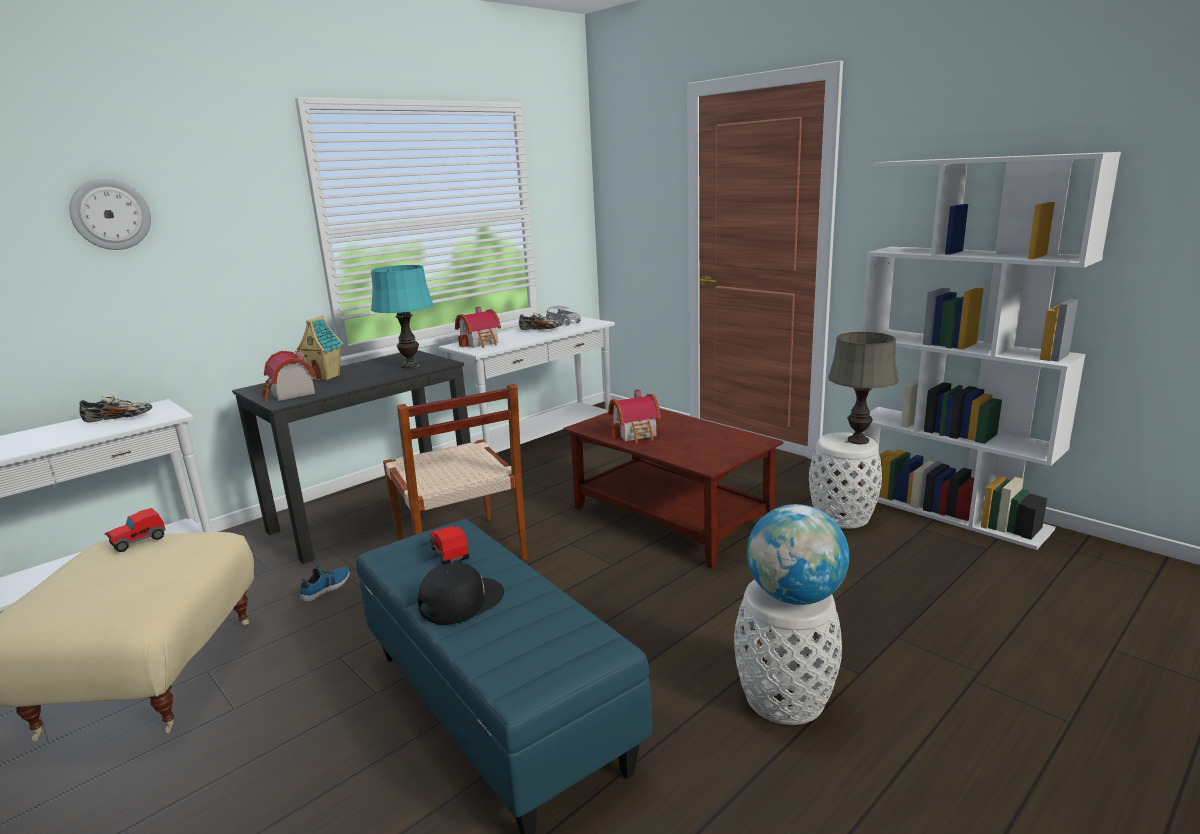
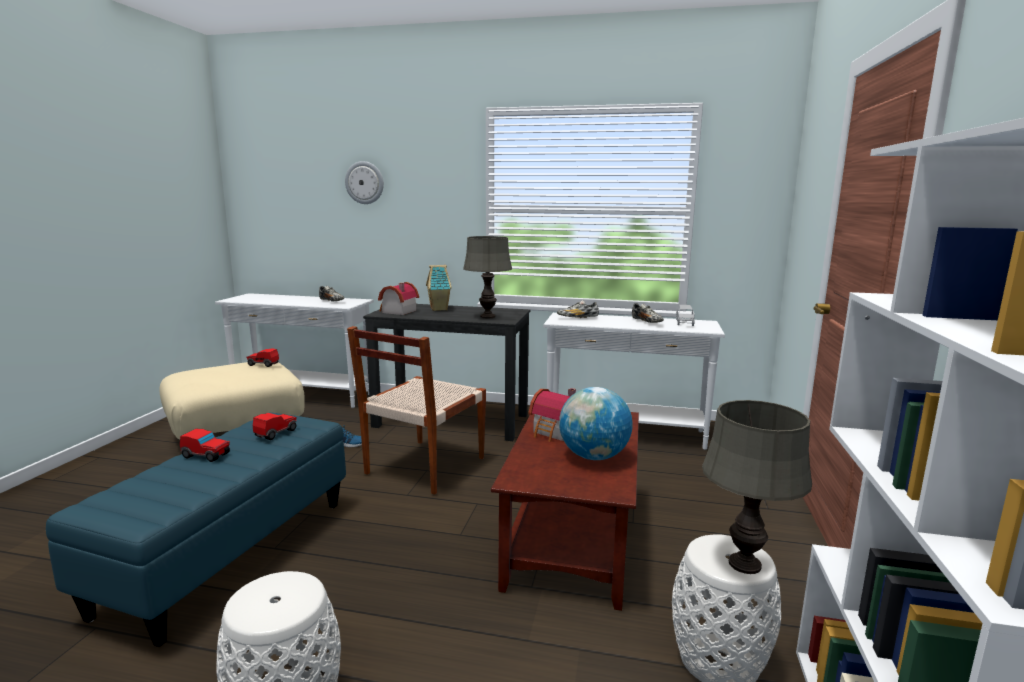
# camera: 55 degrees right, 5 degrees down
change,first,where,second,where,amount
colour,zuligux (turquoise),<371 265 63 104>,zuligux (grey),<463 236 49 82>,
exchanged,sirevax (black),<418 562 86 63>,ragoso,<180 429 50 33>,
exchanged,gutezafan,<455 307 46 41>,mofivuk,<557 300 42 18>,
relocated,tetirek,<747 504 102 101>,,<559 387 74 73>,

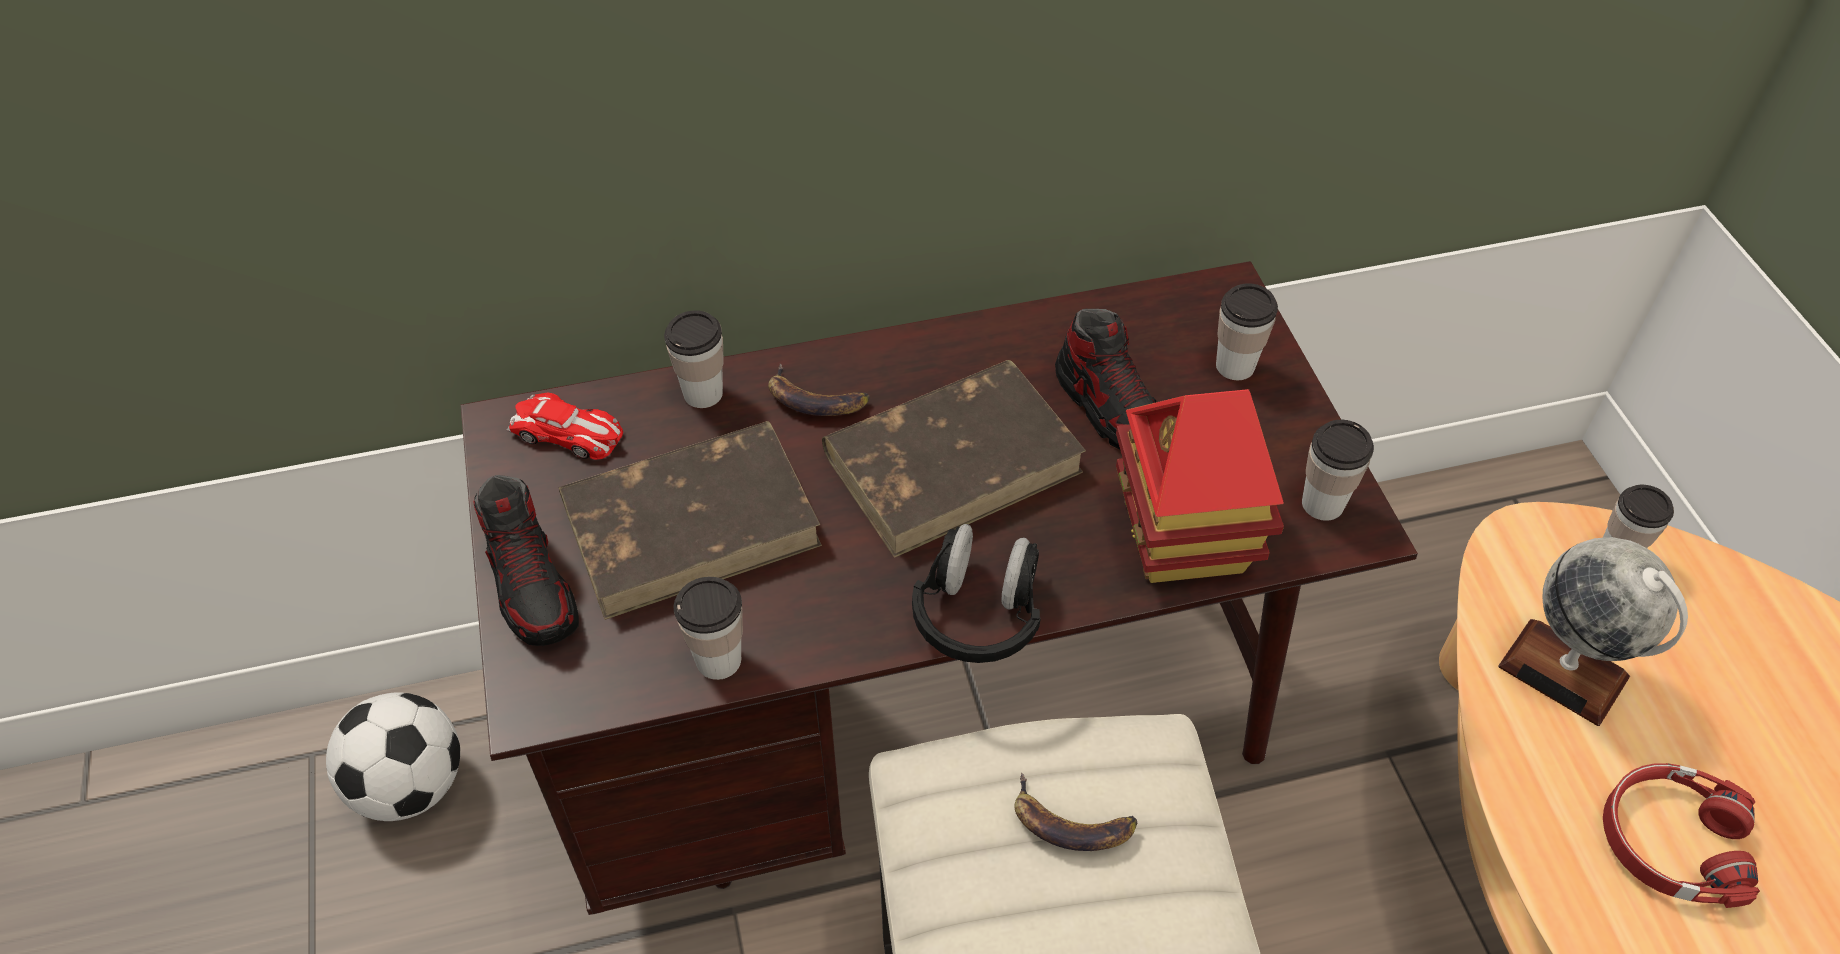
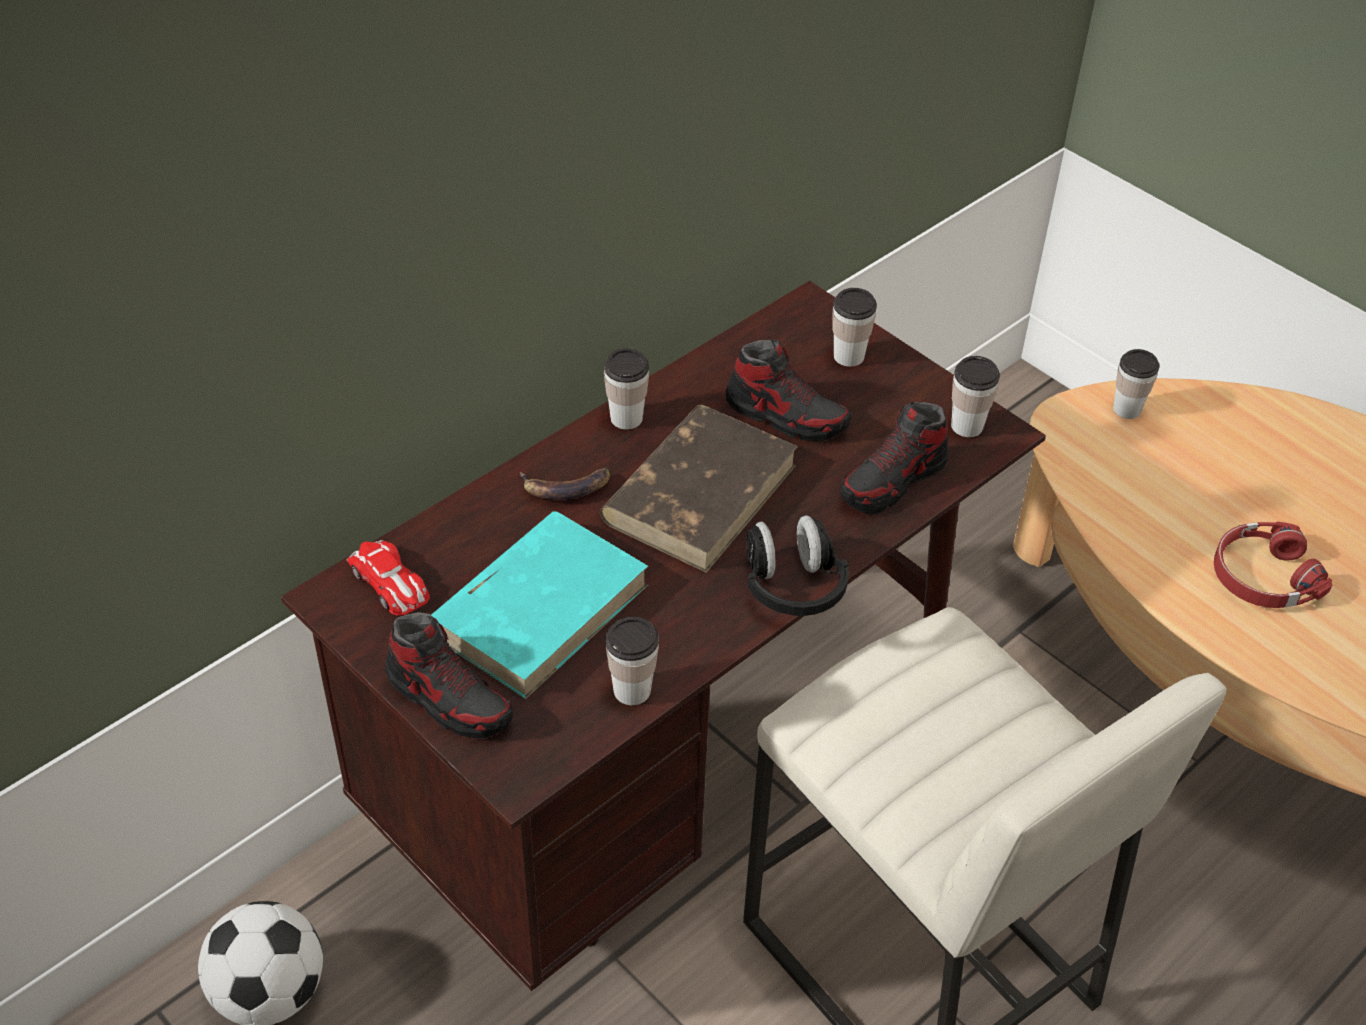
# camera: 30 degrees left, 5 degrees down
change,first,where,second,where,amount
spun,ragoso,<507 393 116 67>,,<346 540 83 76>,60 degrees clockwise
colour,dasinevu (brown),<559 421 263 199>,dasinevu (turquoise),<431 512 218 187>,
relocated,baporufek,<664 310 60 98>,,<604 348 45 81>,
missing,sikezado,<1014 772 123 79>,,,
exchanged,gutezafan,<1116 389 168 194>,mofivuk,<840 402 109 113>,
missing,tetirek,<1498 537 190 189>,,,

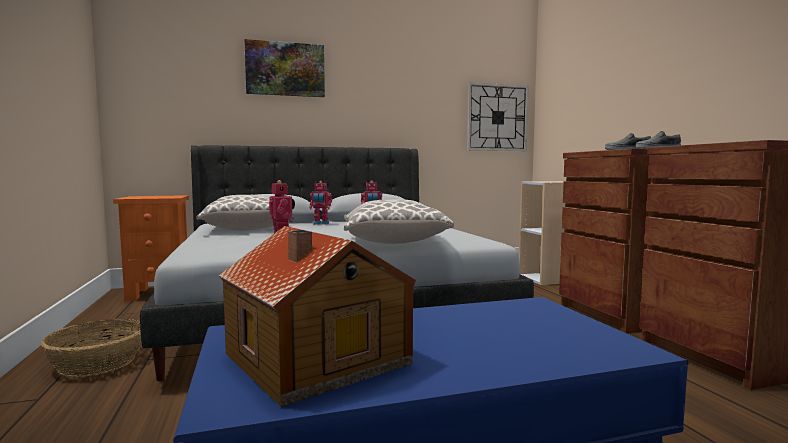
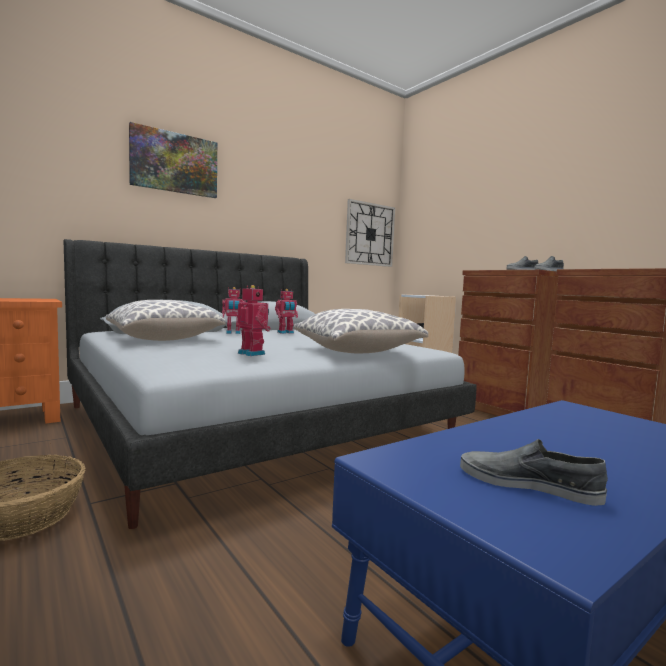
# camera: 20 degrees left, 0 degrees up
change,first,where,second,where,amount
exchanged,gutezafan,<218 226 198 181>,mofivuk (grey),<460 439 148 67>,

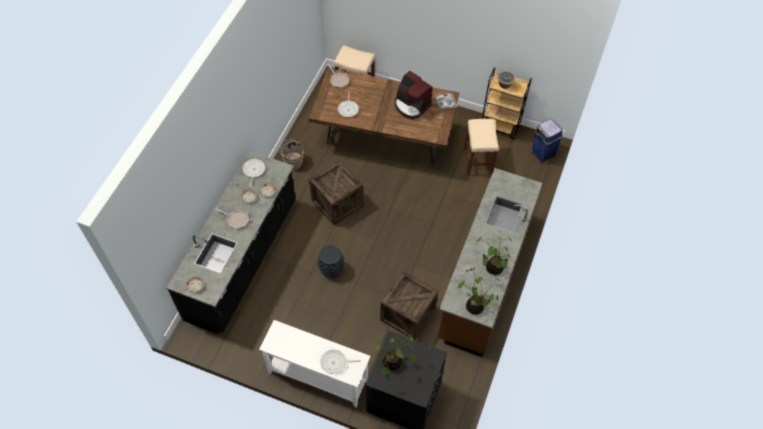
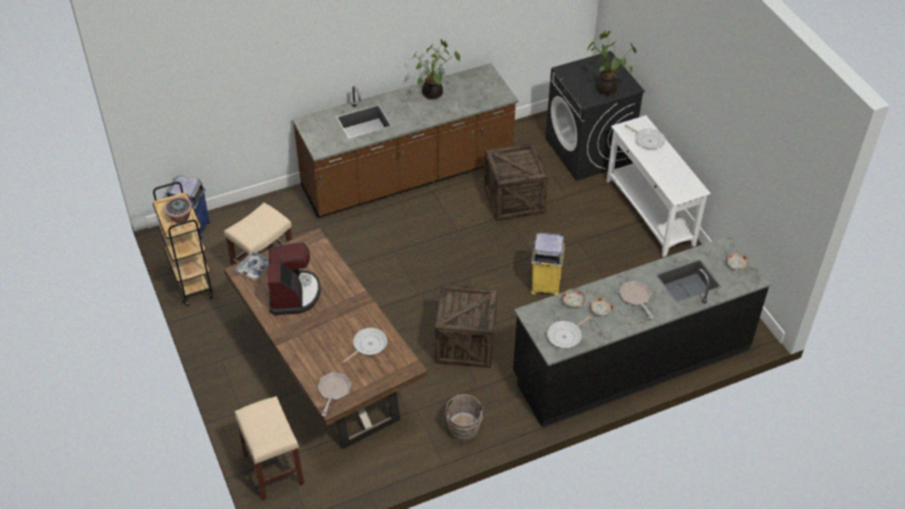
# camera: 135 degrees left, 10 degrees down
change,first,where,second,where,amount
exchanged,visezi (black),<318 246 26 32>,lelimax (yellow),<531 232 34 63>,
missing,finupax,<458 267 41 48>,,,

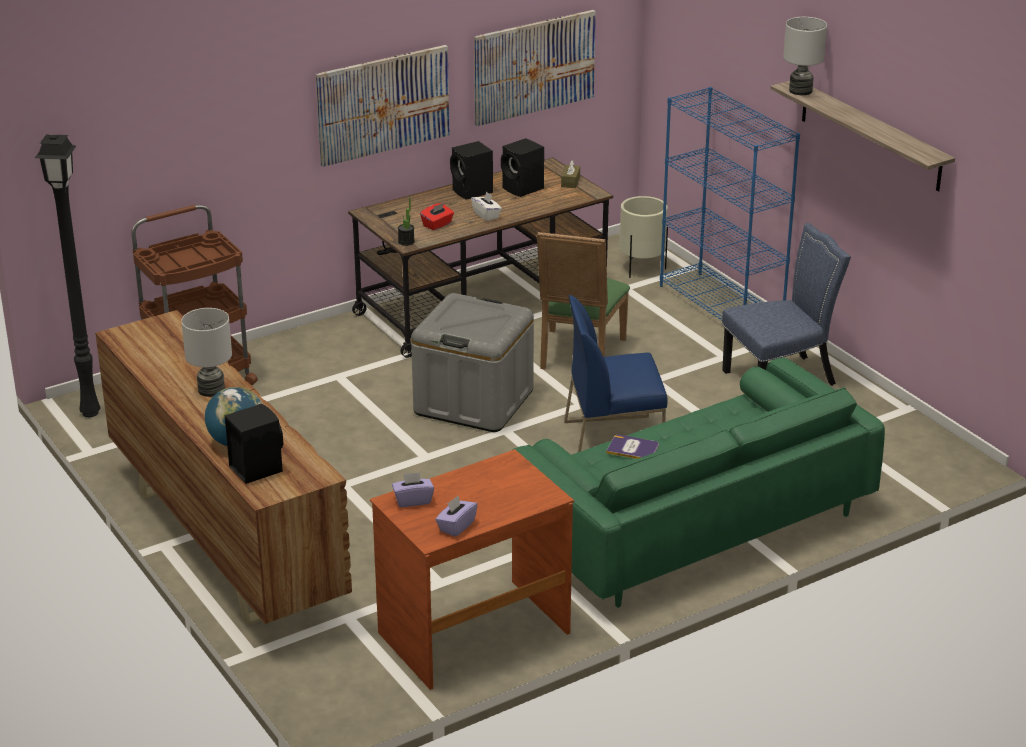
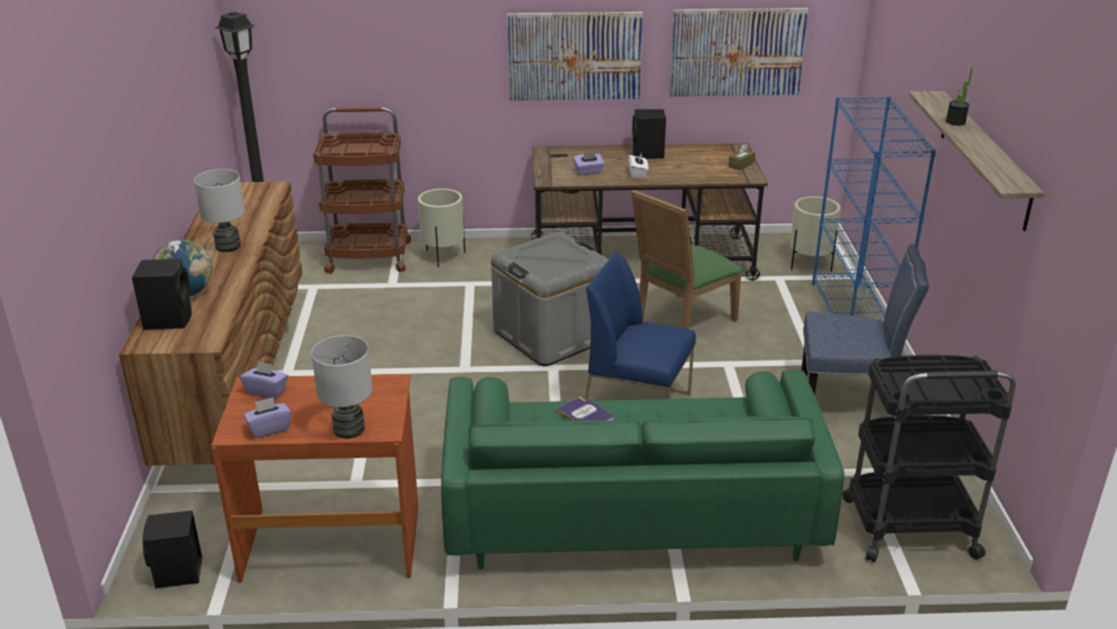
# camera: 30 degrees right, 0 degrees up
change,first,where,second,where,amount
relocated,finupax,<398 197 17 49>,,<946 67 27 59>,
colour,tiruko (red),<420 203 34 27>,tiruko (purple),<573 153 32 22>,
relocated,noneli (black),<501 138 43 59>,,<143 510 59 79>,
relocated,zuligux (grey),<783 17 44 78>,,<311 335 62 104>,
appeared,,,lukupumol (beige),<418 189 47 78>,
appeared,,,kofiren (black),<842 355 174 207>,

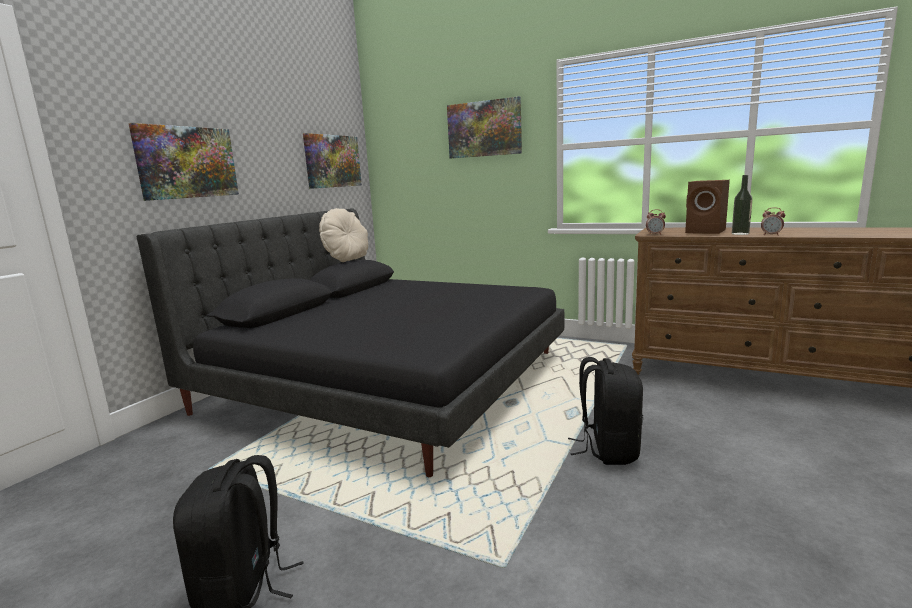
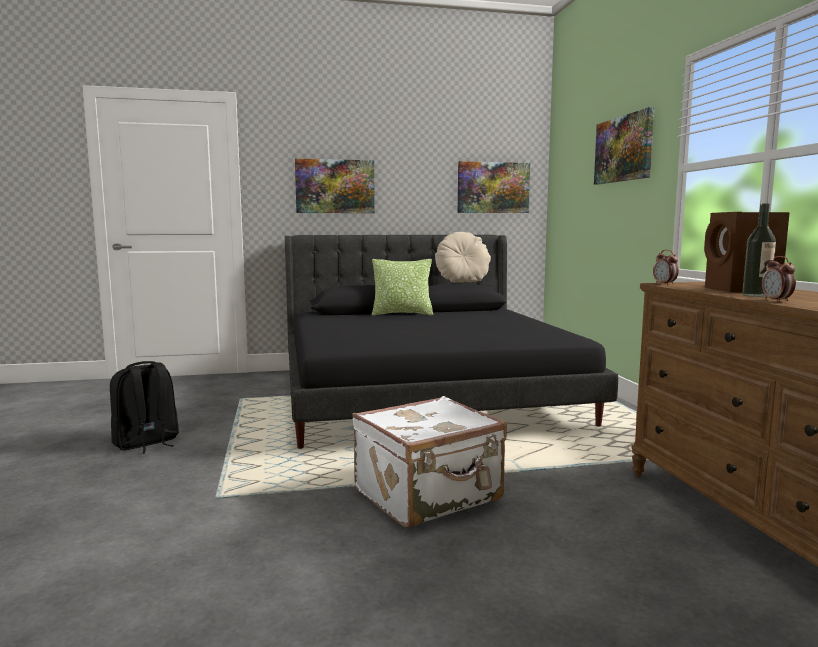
# camera: 50 degrees right, 5 degrees down
change,first,where,second,where,amount
exchanged,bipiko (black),<568 357 75 108>,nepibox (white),<352 396 155 132>,
appeared,,,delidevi,<372 259 61 56>,

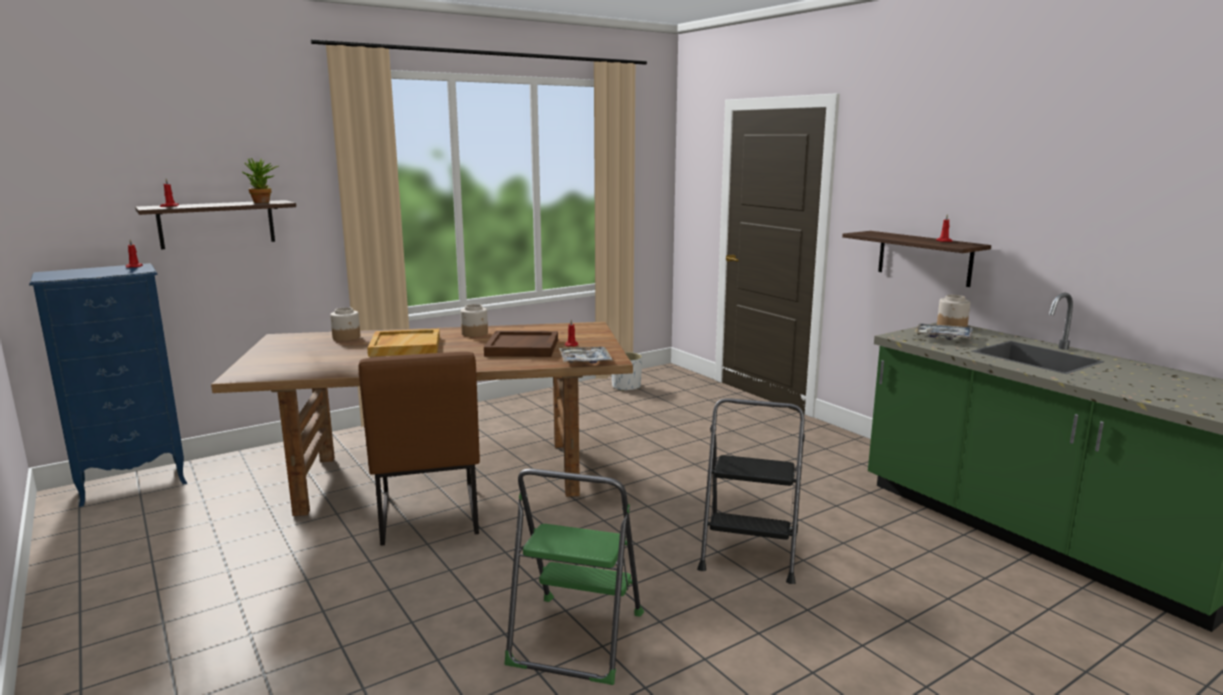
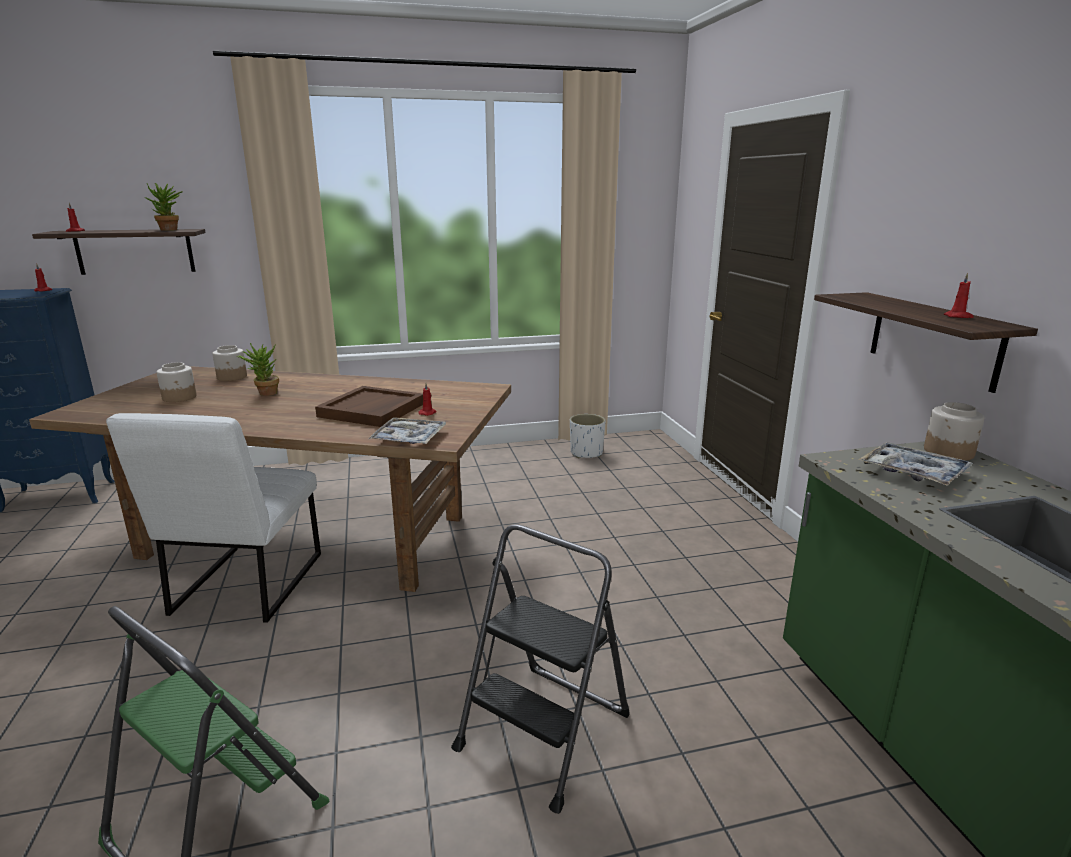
# camera: 20 degrees right, 5 degrees up
change,first,where,second,where,amount
colour,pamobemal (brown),<358 352 122 194>,pamobemal (white),<106 413 215 210>,
exchanged,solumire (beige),<367 329 73 28>,finupax,<236 343 43 53>,
relocated,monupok,<460 304 28 33>,,<156 362 41 40>,

